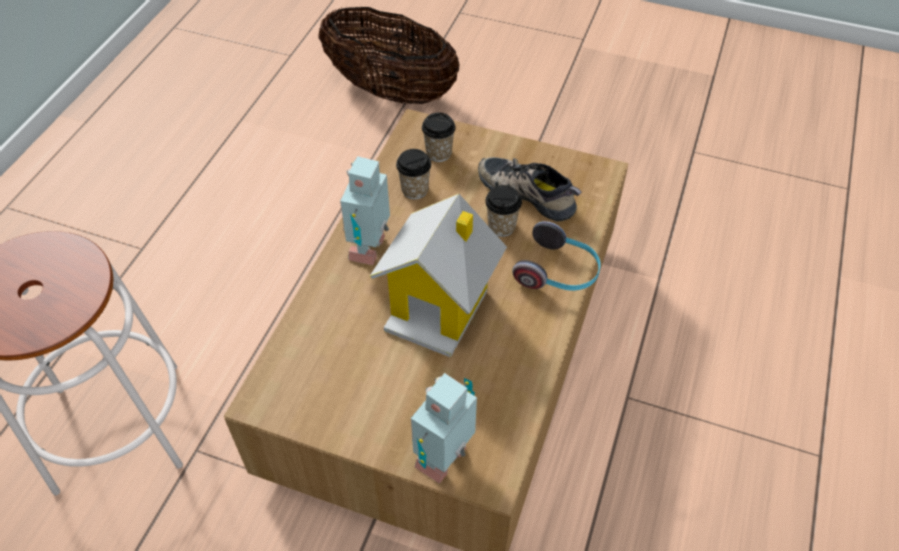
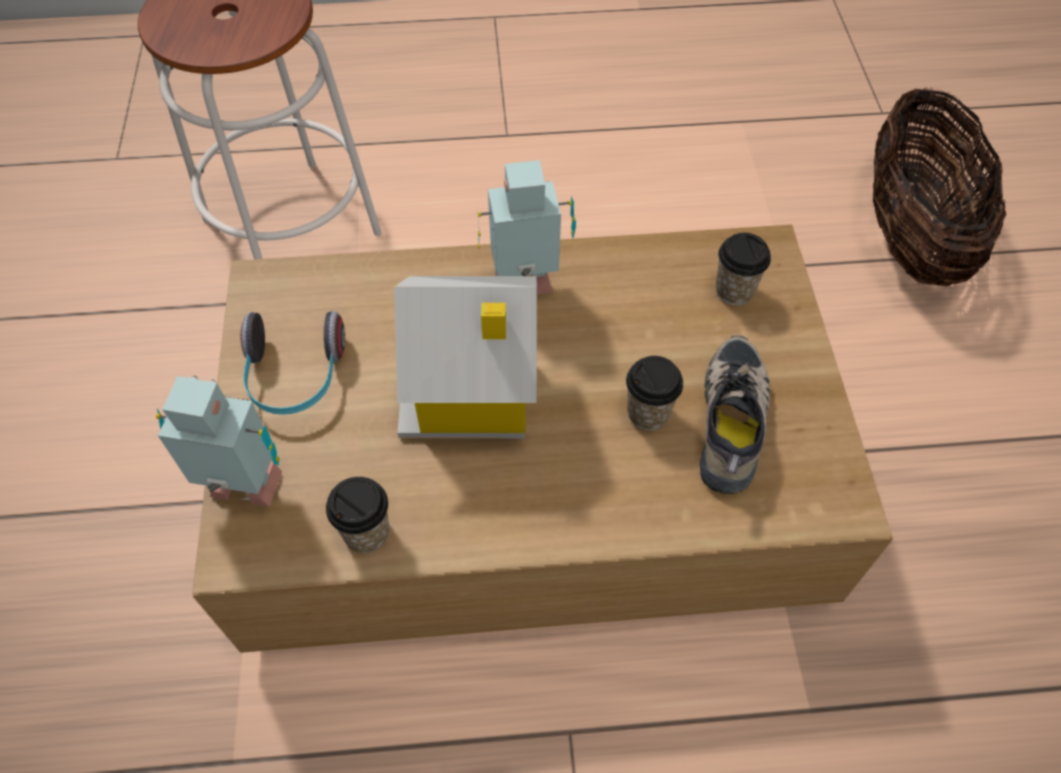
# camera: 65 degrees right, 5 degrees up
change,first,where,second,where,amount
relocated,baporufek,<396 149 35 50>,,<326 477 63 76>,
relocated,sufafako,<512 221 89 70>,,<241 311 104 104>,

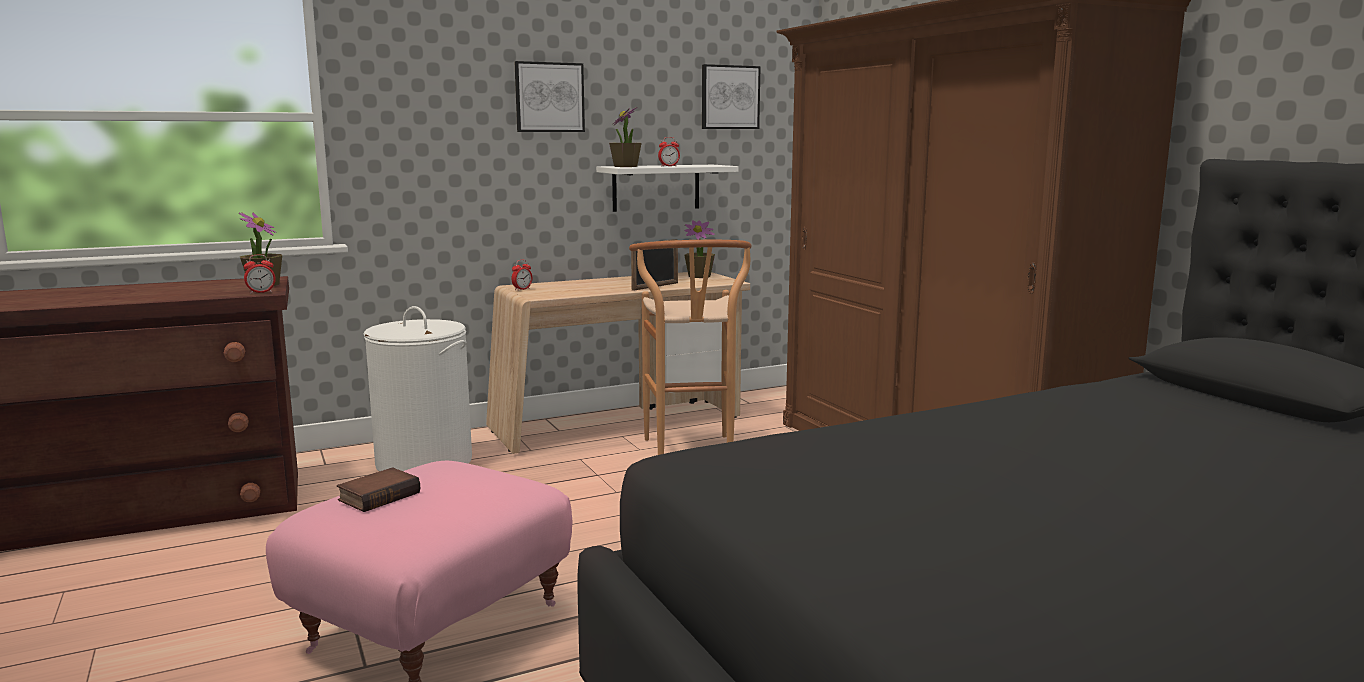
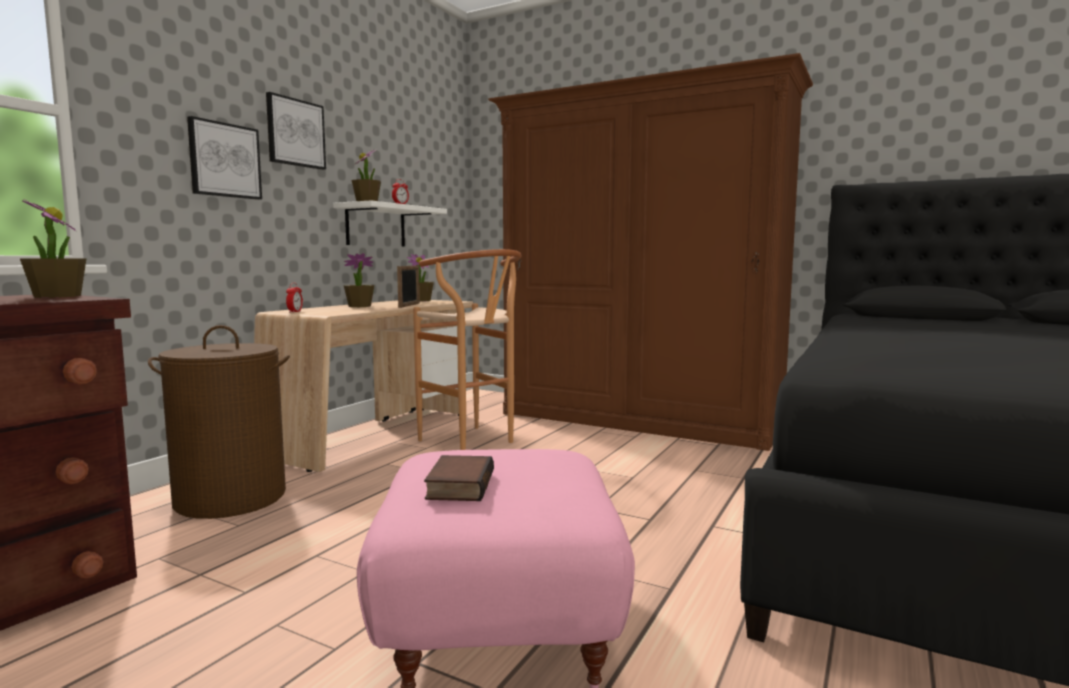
# camera: 35 degrees left, 5 degrees down
change,first,where,second,where,amount
missing,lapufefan,<244 255 32 39>,,,
colour,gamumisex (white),<364 306 108 165>,gamumisex (brown),<148 325 142 194>,
relocated,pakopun,<702 64 59 65>,,<187 116 75 84>,
appeared,,,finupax,<344 253 30 54>,

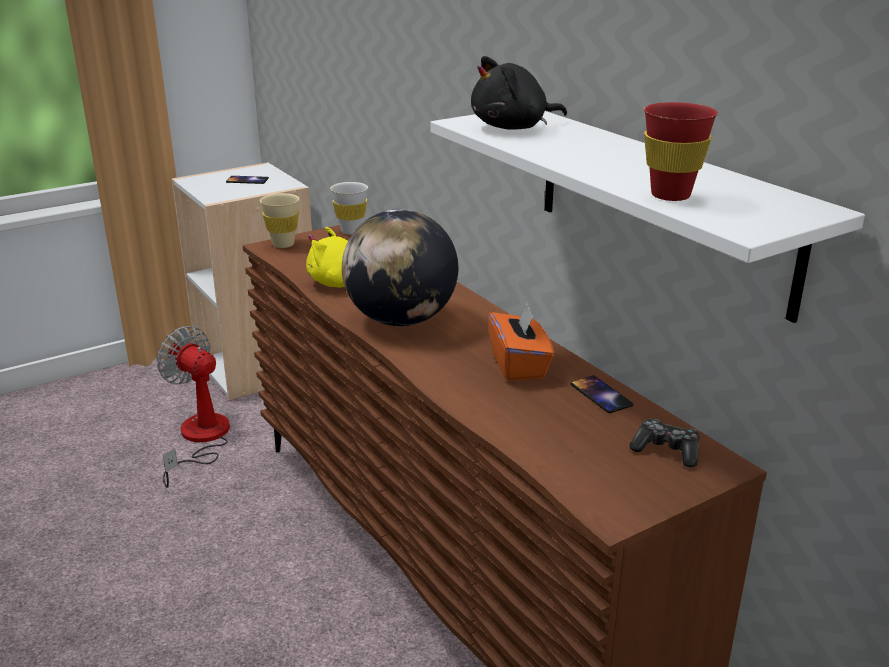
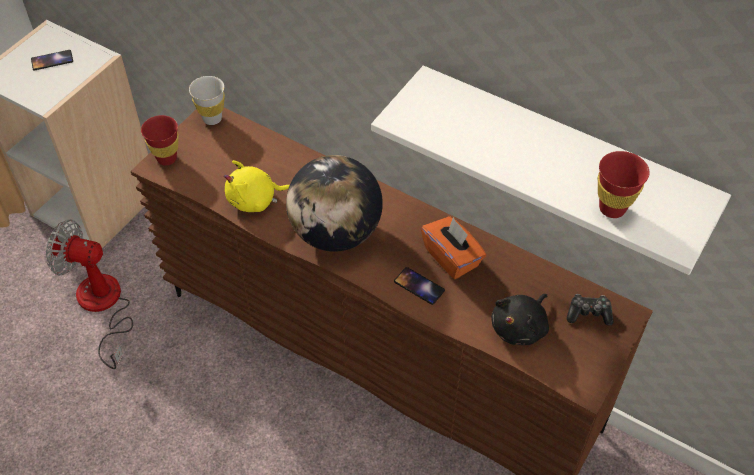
# camera: 25 degrees left, 25 degrees up
change,first,where,second,where,amount
colour,baporufek (beige),<260 193 39 55>,baporufek (red),<141 115 38 51>,
relocated,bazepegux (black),<471 56 96 73>,,<491 294 58 51>,
relocated,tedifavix,<570 375 63 38>,,<394 267 51 38>,

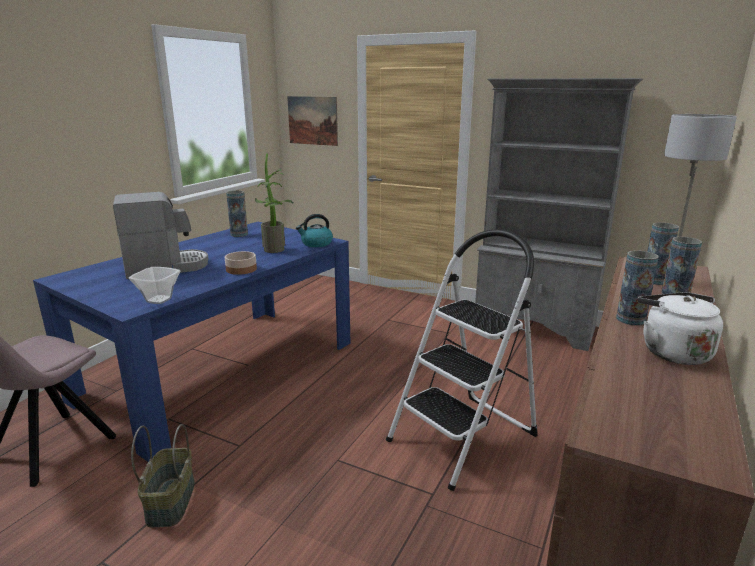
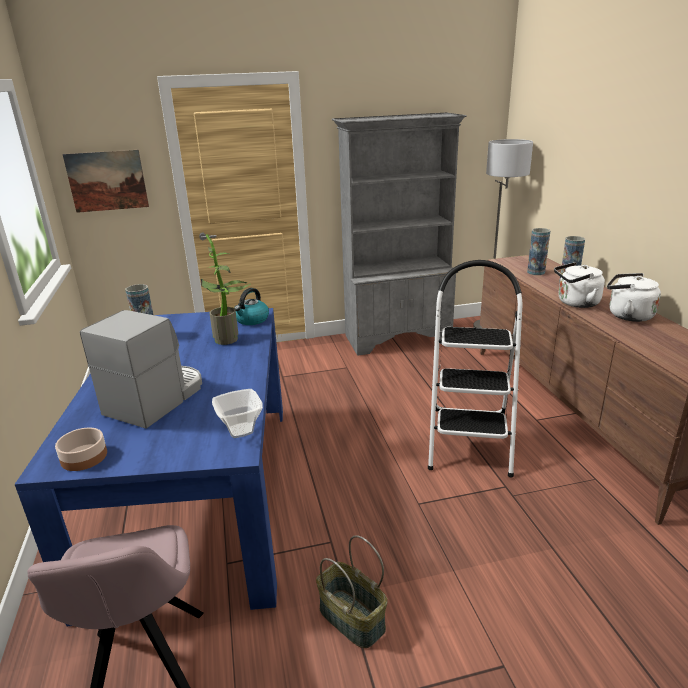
# camera: 40 degrees left, 5 degrees up
change,first,where,second,where,amount
relocated,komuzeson,<225 251 32 24>,,<55 428 52 43>,
exchanged,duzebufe,<616 251 43 75>,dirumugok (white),<554 262 51 46>,

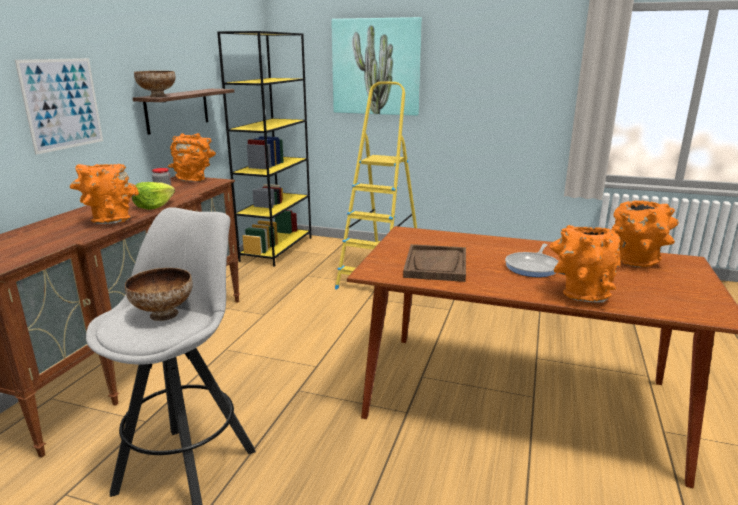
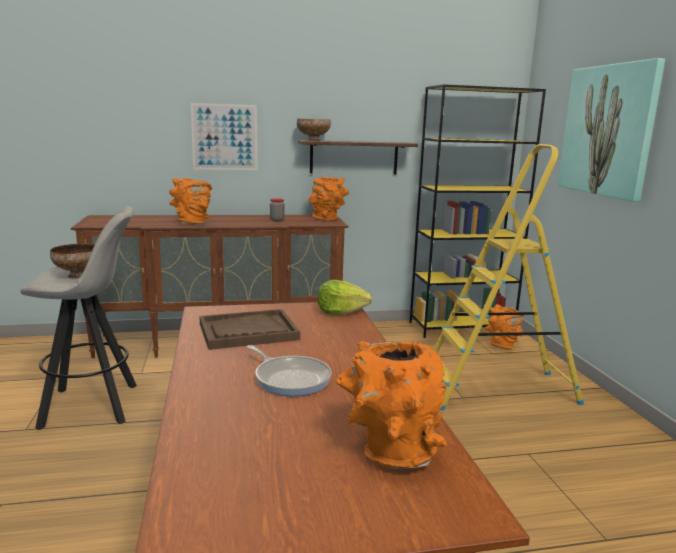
# camera: 60 degrees right, 5 degrees down
change,first,where,second,where,amount
relocated,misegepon,<132 182 43 27>,,<318 280 54 35>,
spun,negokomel,<505 244 54 33>,,<247 345 85 51>,135 degrees counterclockwise
relocated,duzebufe (orange),<550 225 71 77>,,<485 304 39 46>,

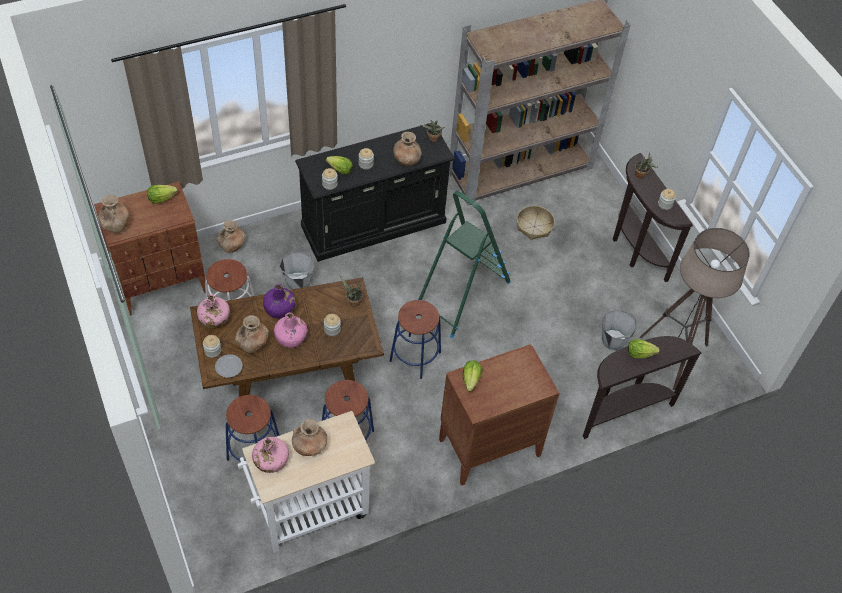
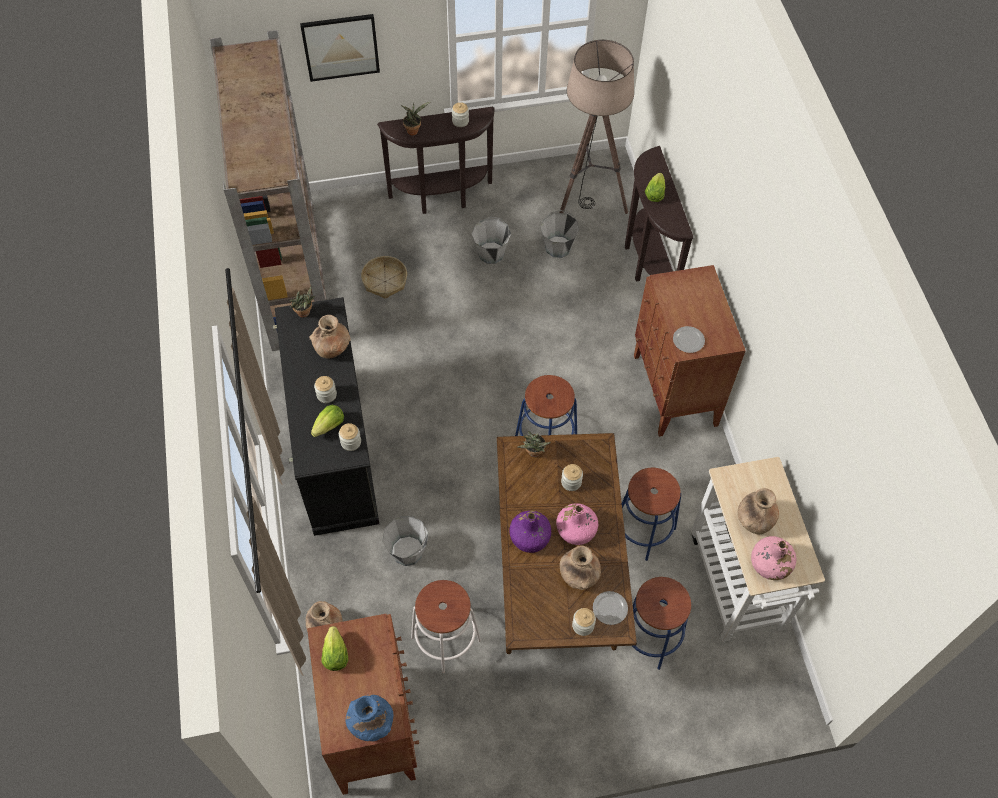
# camera: 75 degrees left, 5 degrees up
change,first,where,second,where,amount
colour,duzebufe (brown),<98 195 31 38>,duzebufe (blue),<346 694 47 47>,
missing,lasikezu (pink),<197 294 33 35>,,,
missing,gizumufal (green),<418 191 93 147>,,,
exchanged,misegepon,<462 360 21 32>,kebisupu,<673 326 32 27>,
appeared,,,pakopun,<300 14 80 68>,
appeared,,,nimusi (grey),<472 217 39 47>,

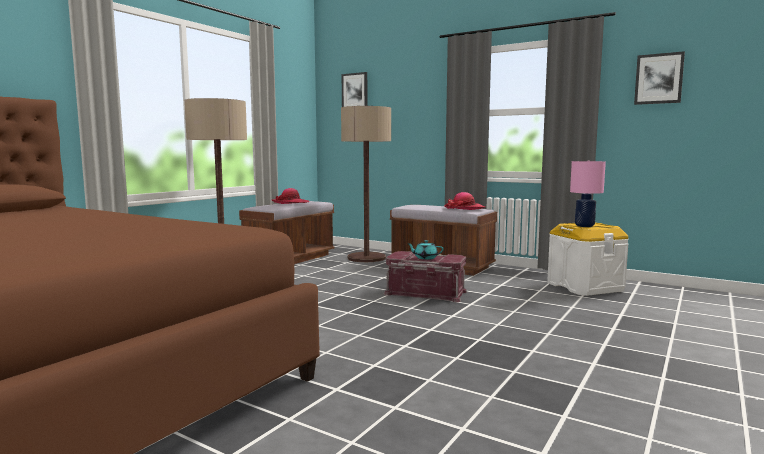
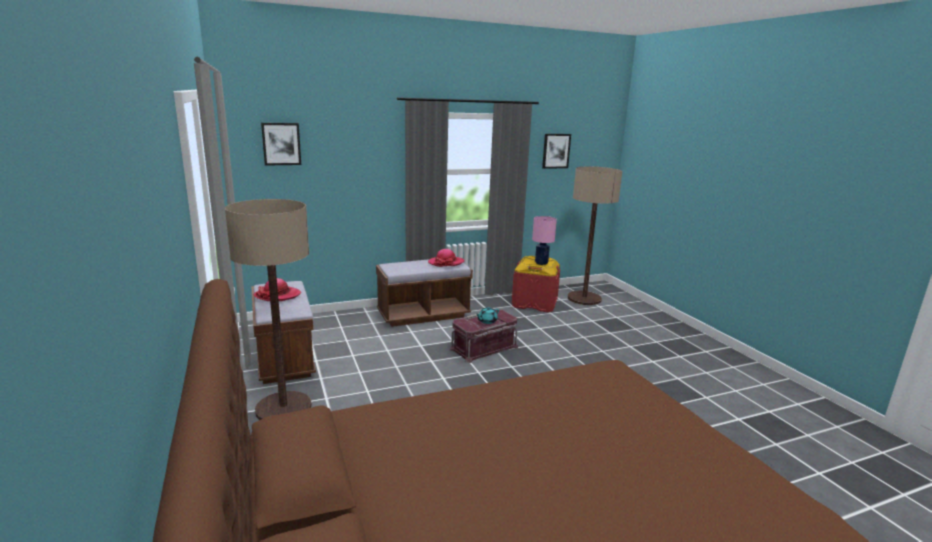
# camera: 55 degrees left, 10 degrees up
change,first,where,second,where,amount
relocated,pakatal,<341 106 50 156>,,<568 167 54 138>,
colour,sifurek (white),<547 223 82 73>,sifurek (red),<512 256 48 56>,

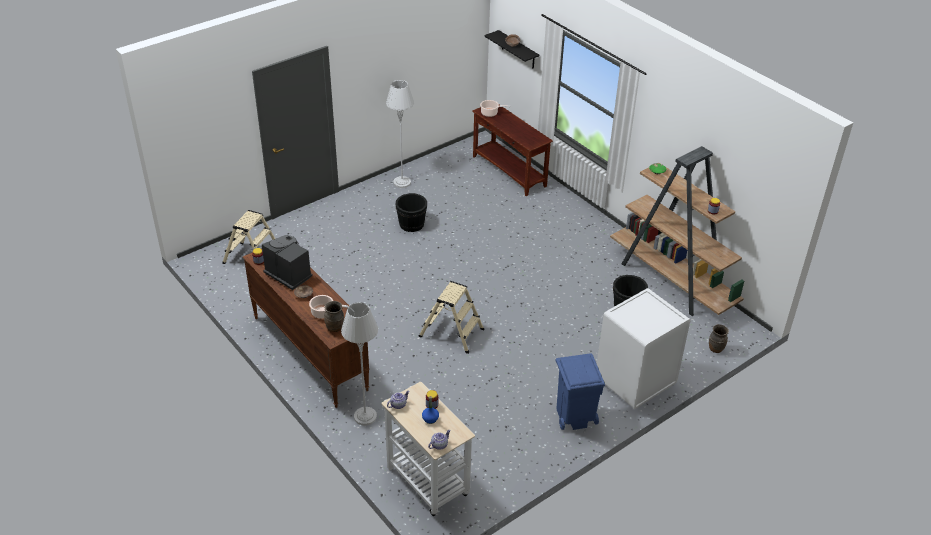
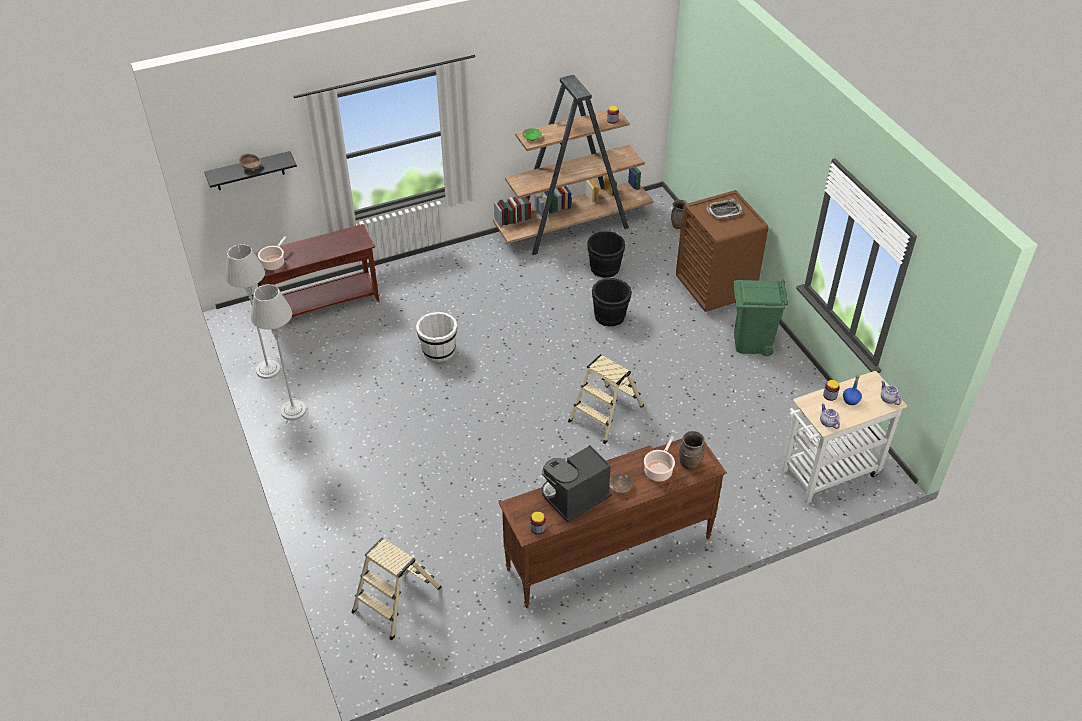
# camera: 75 degrees left, 5 degrees up
change,first,where,second,where,amount
relocated,pakatal (grey),<341 302 37 123>,,<225 244 56 135>,
relocated,nimusi (black),<395 193 32 39>,,<592 278 40 48>,
colour,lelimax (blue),<555 353 50 77>,lelimax (green),<733 279 55 77>,
colour,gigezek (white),<597 288 93 121>,gigezek (brown),<676 190 92 122>,
appeared,,,nimusi (white),<416 312 41 50>,
appeared,,,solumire,<707 199 36 20>,

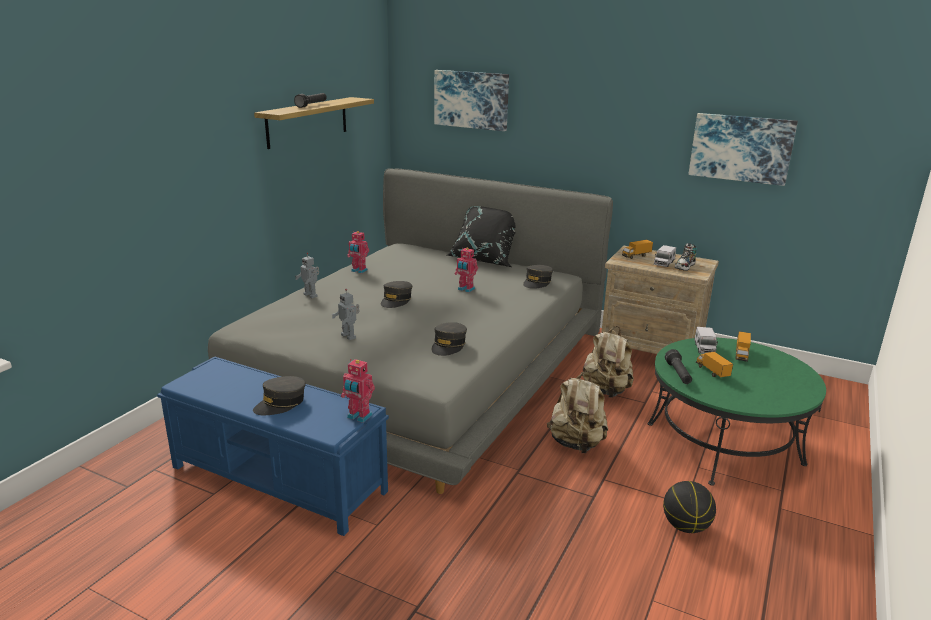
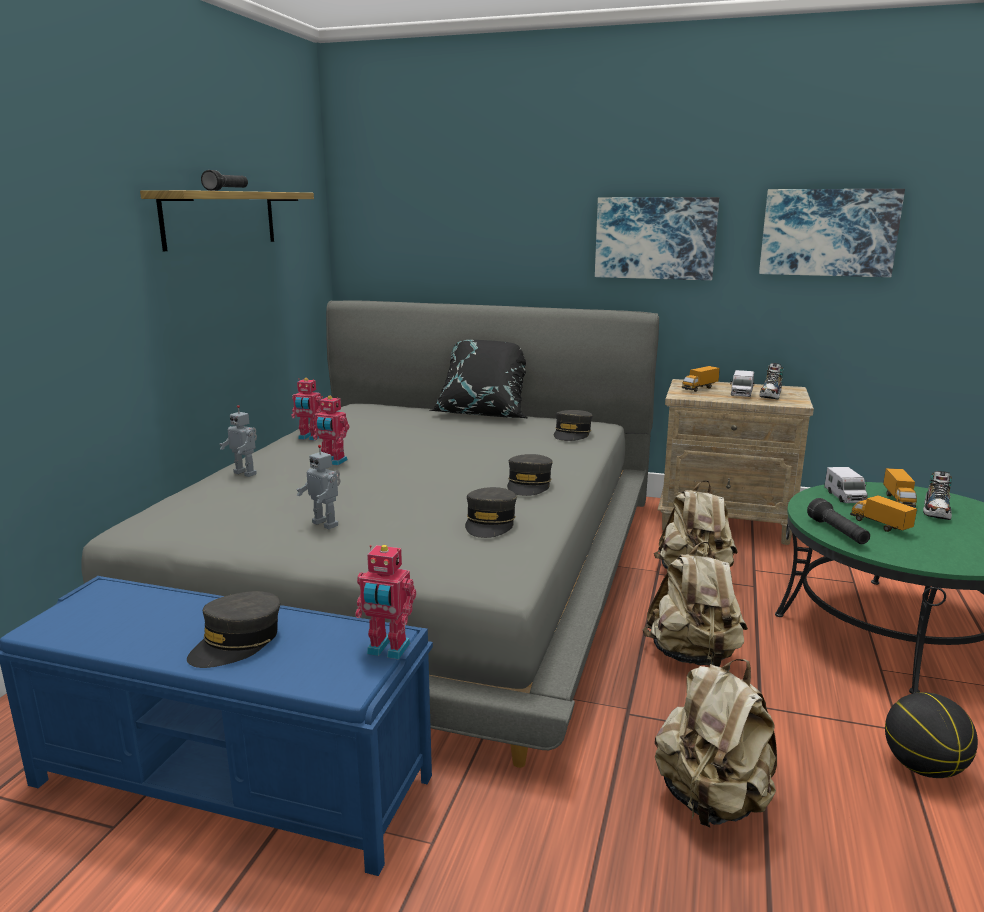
# camera: 10 degrees left, 5 degrees down
change,first,where,second,where,amount
relocated,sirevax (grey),<381 281 31 27>,,<507 454 46 42>,
relocated,pakopun,<434 70 75 61>,,<595 197 124 83>,
relocated,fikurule,<455 247 23 46>,,<313 396 36 70>,
appeared,,,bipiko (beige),<655 659 122 168>,
appeared,,,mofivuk,<923 471 29 49>,

